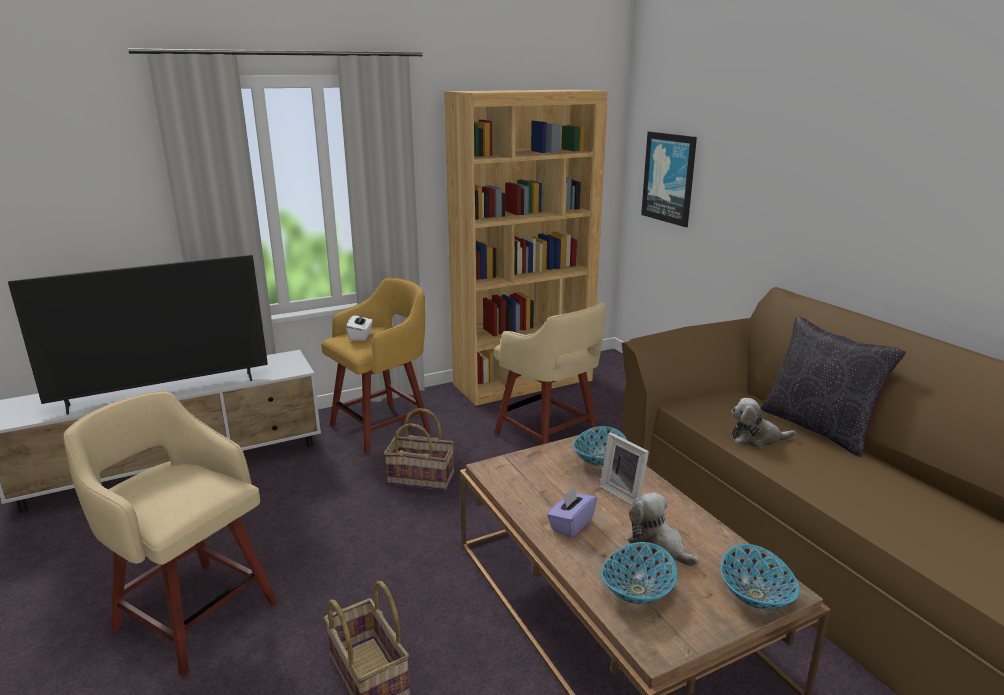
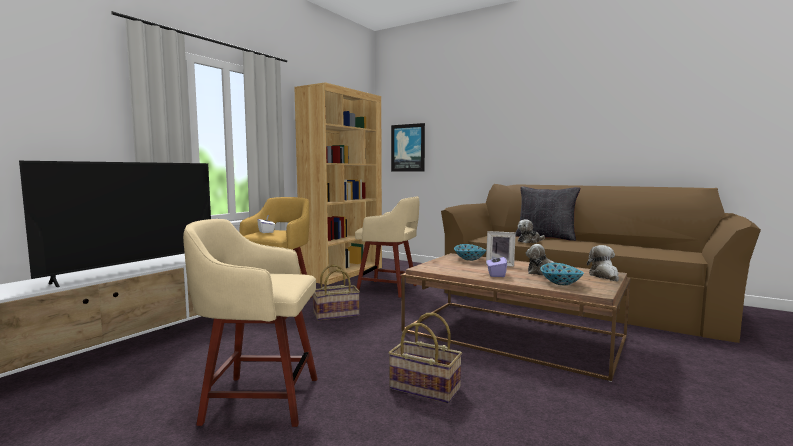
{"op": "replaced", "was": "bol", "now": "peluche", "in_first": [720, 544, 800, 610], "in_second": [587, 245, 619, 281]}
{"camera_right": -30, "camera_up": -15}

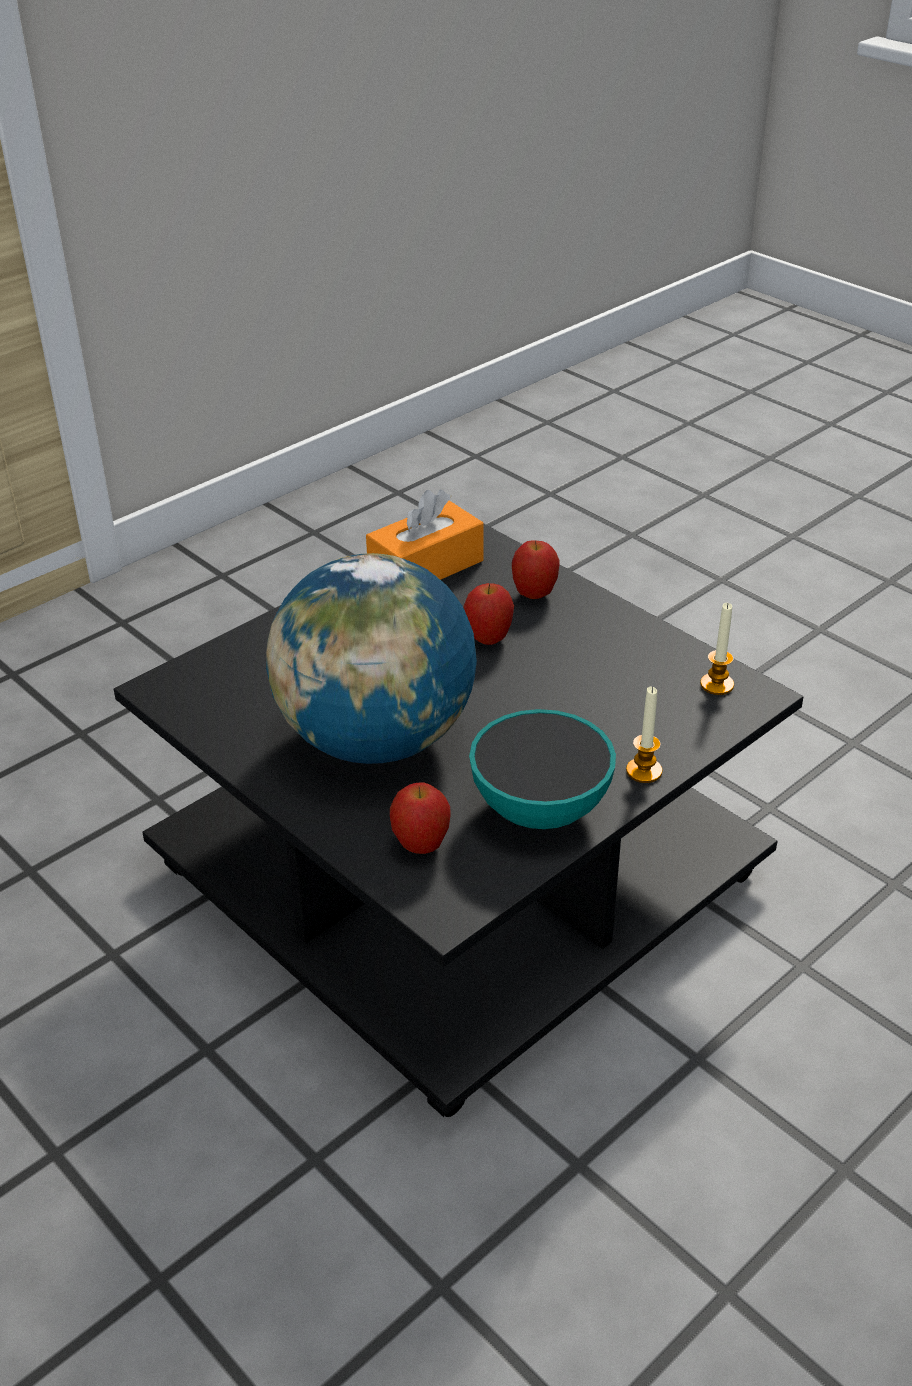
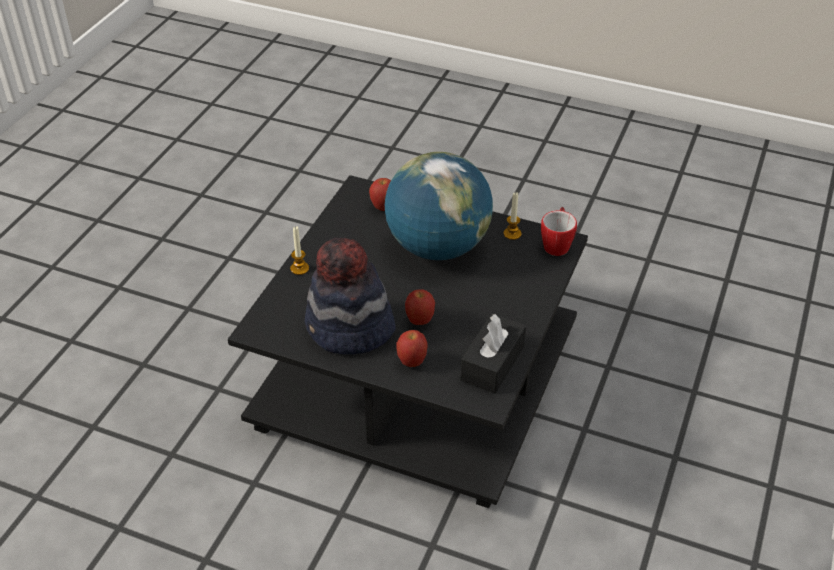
{"op": "recoloured", "was": "boîte à mouchoirs/orange", "now": "boîte à mouchoirs/noir", "in_first": [366, 490, 483, 580], "in_second": [460, 314, 526, 393]}
{"op": "removed", "was": "bol", "in_first": [469, 709, 616, 829]}
{"op": "moved", "was": "bougie", "in_first": [700, 603, 734, 695], "in_second": [503, 192, 522, 240]}
{"op": "added", "now": "chapeau", "in_second": [305, 237, 396, 355]}
{"op": "added", "now": "mug", "in_second": [541, 207, 577, 256]}
{"camera_right": 155, "camera_up": 5}

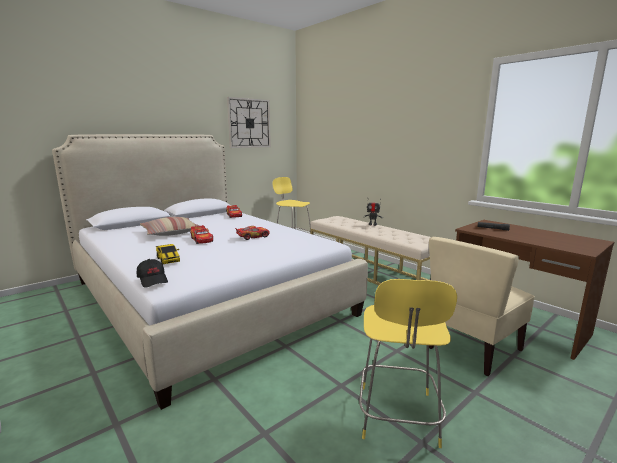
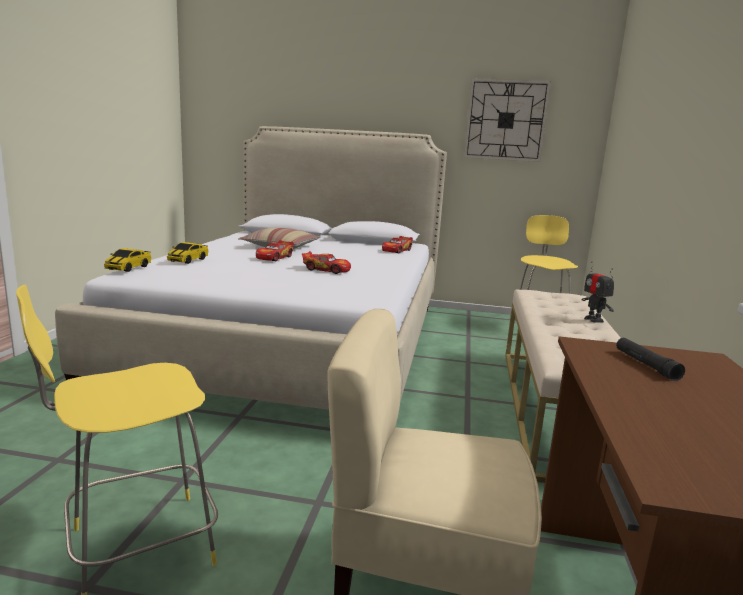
{"op": "replaced", "was": "casquette/noir", "now": "petite voiture", "in_first": [137, 259, 168, 288], "in_second": [104, 248, 151, 272]}
{"camera_right": 50, "camera_up": 0}

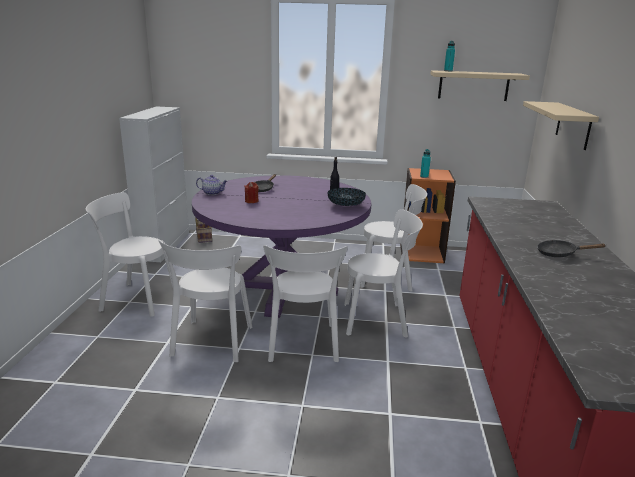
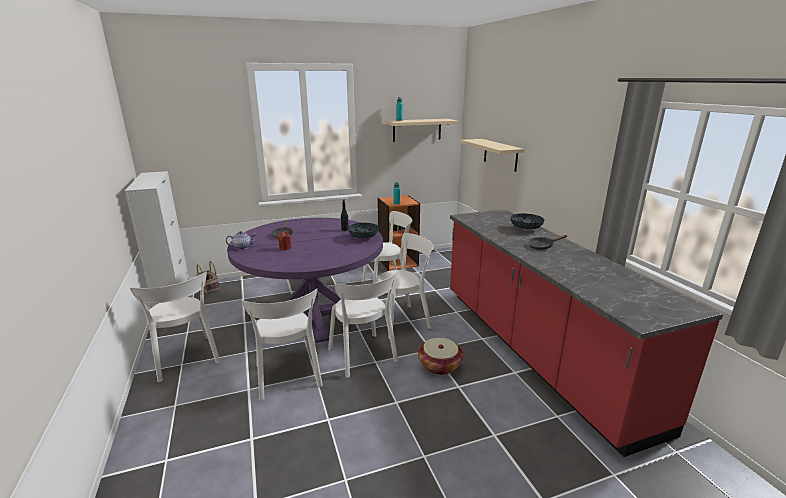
{"op": "turned", "was": "chaise/blanc", "in_first": [86, 192, 173, 317], "in_second": [130, 271, 220, 383], "clockwise": -105}
{"op": "added", "now": "panier", "in_second": [418, 338, 463, 375]}
{"op": "added", "now": "bol", "in_second": [511, 213, 544, 229]}
{"camera_right": -25, "camera_up": 0}

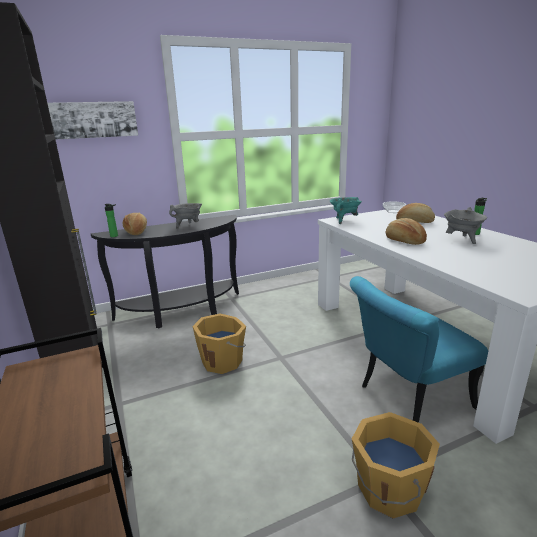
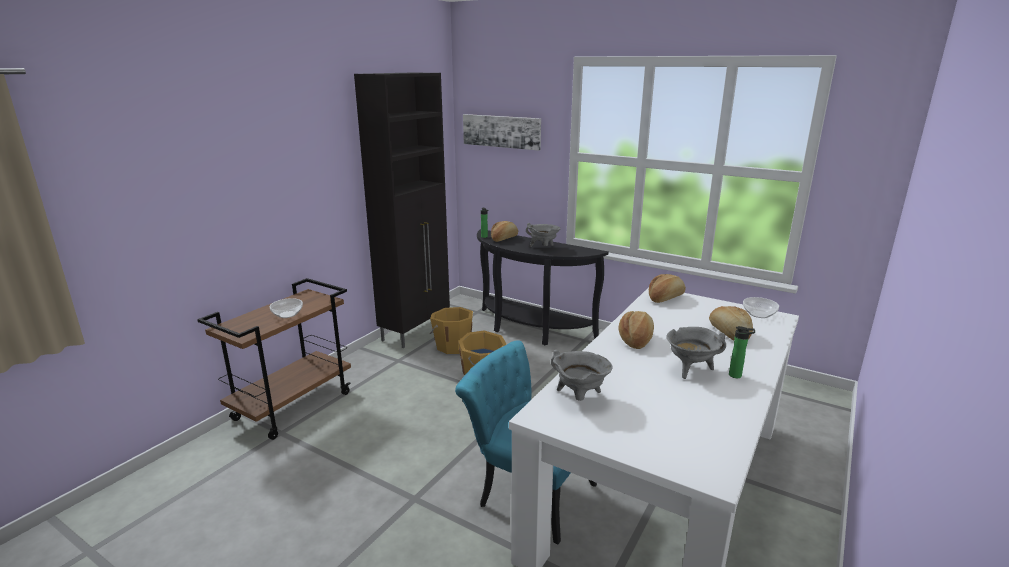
{"op": "replaced", "was": "marmite/turquoise", "now": "pain", "in_first": [330, 197, 362, 224], "in_second": [649, 274, 686, 303]}
{"op": "moved", "was": "seau/orange", "in_first": [352, 412, 440, 518], "in_second": [430, 307, 473, 354]}
{"op": "added", "now": "bol", "in_second": [270, 298, 303, 318]}
{"op": "added", "now": "marmite/gris", "in_second": [551, 350, 613, 401]}
{"camera_right": 55, "camera_up": 0}

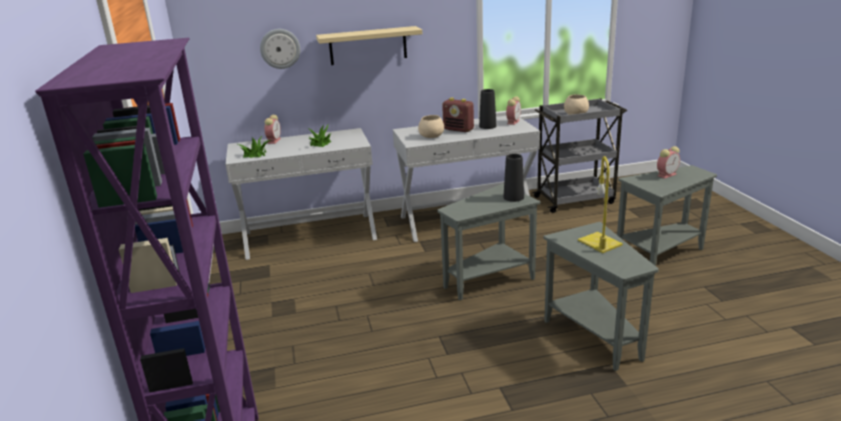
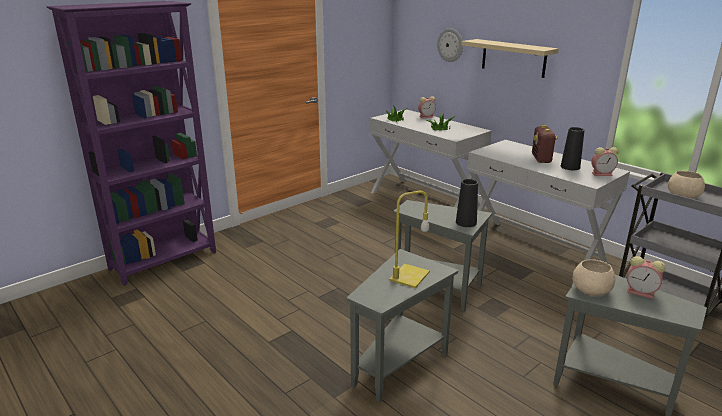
{"op": "moved", "was": "bol/beige", "in_first": [418, 115, 444, 138], "in_second": [572, 259, 615, 296]}
{"camera_right": 60, "camera_up": 0}

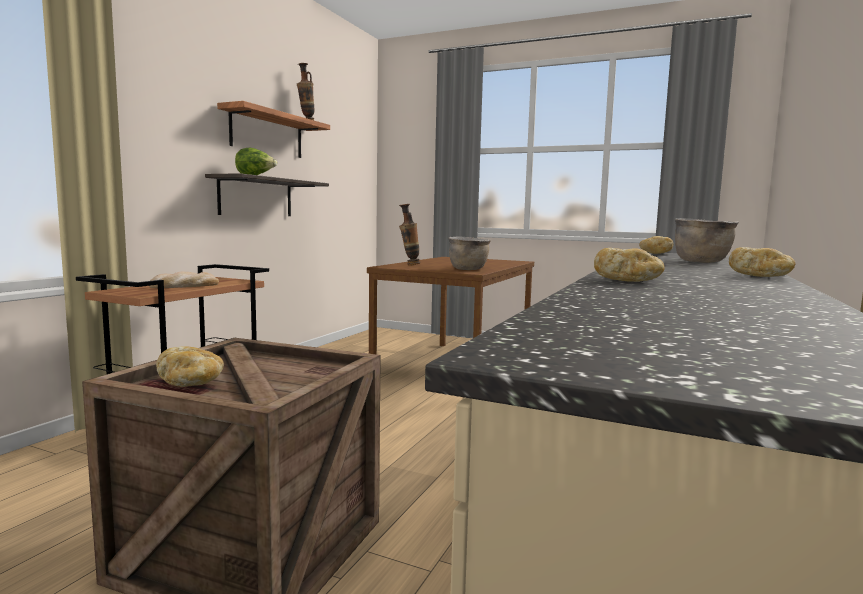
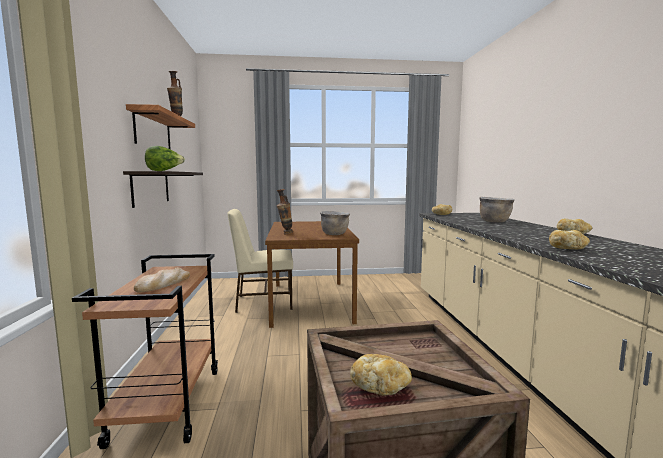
{"op": "added", "now": "chaise/beige", "in_second": [227, 209, 293, 313]}
{"camera_right": -30, "camera_up": 0}

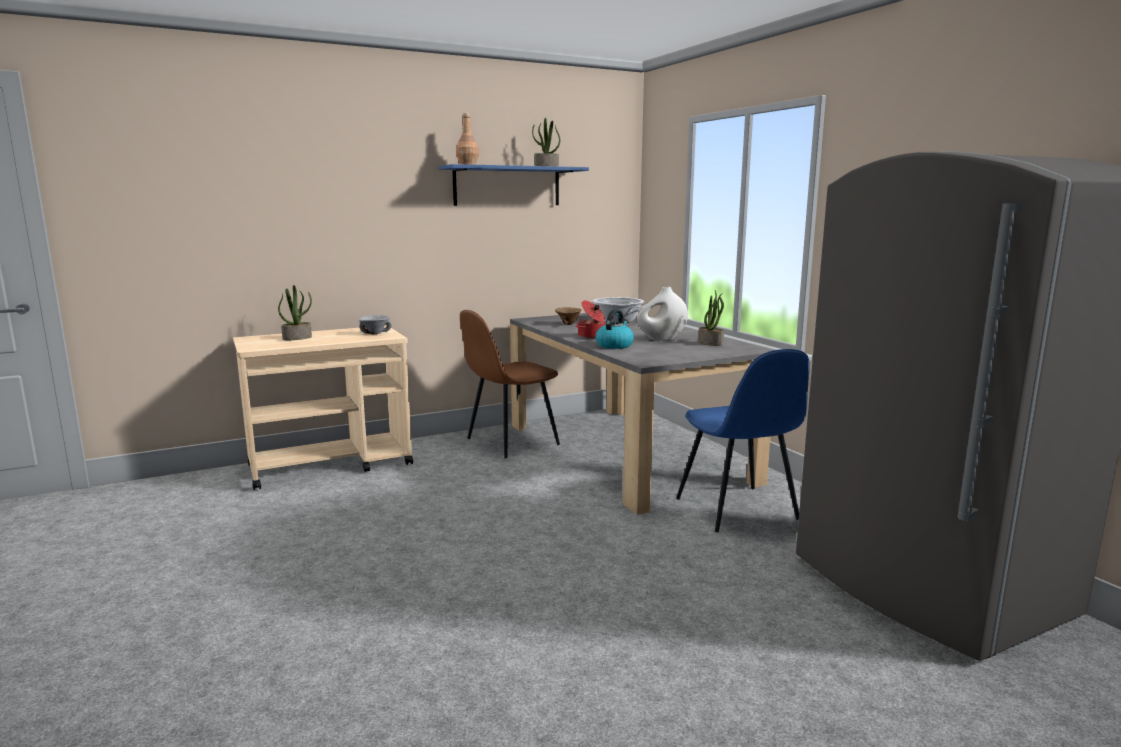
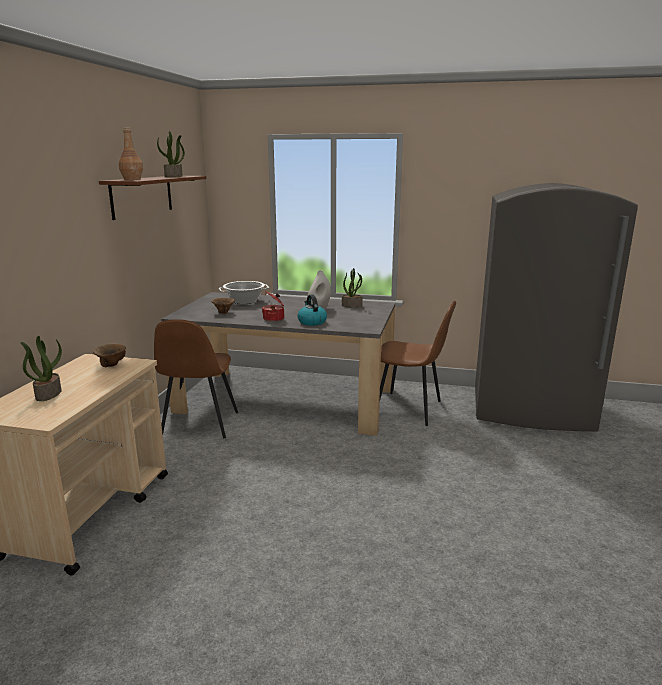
{"op": "recoloured", "was": "bol/gris", "now": "bol/marron", "in_first": [359, 315, 392, 334], "in_second": [93, 344, 126, 367]}
{"op": "recoloured", "was": "étagère/bleu", "now": "étagère/marron", "in_first": [438, 164, 589, 206], "in_second": [99, 176, 206, 220]}
{"op": "recoloured", "was": "chaise/bleu", "now": "chaise/marron", "in_first": [676, 349, 810, 532], "in_second": [379, 301, 456, 426]}
{"camera_right": -50, "camera_up": 5}

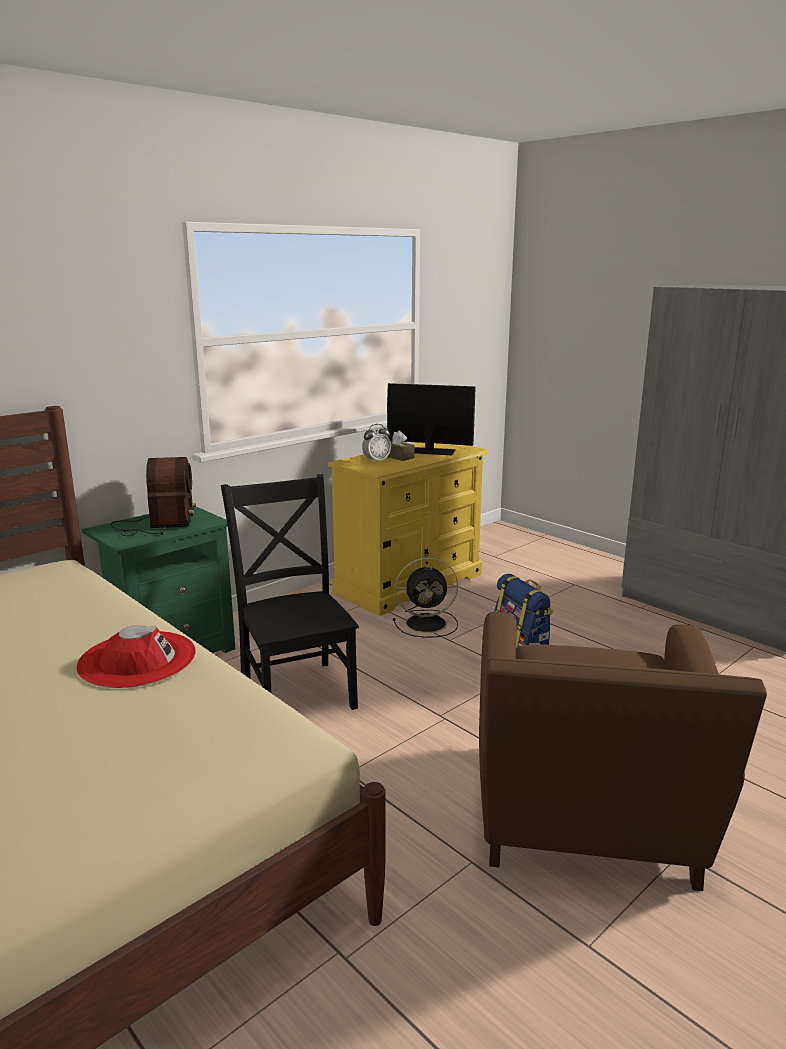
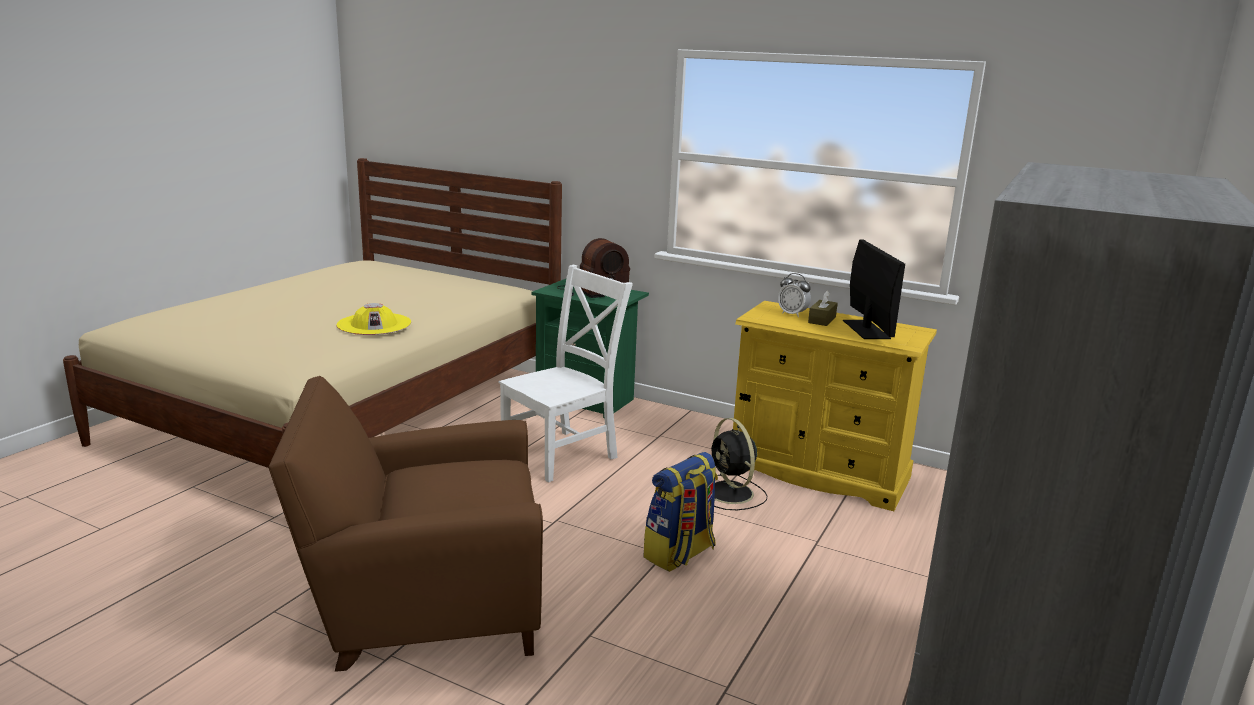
{"op": "recoloured", "was": "chapeau/rouge", "now": "chapeau/jaune", "in_first": [77, 625, 196, 688], "in_second": [336, 303, 411, 335]}
{"op": "recoloured", "was": "chaise/noir", "now": "chaise/blanc", "in_first": [221, 474, 359, 710], "in_second": [499, 265, 633, 482]}
{"camera_right": 70, "camera_up": 0}

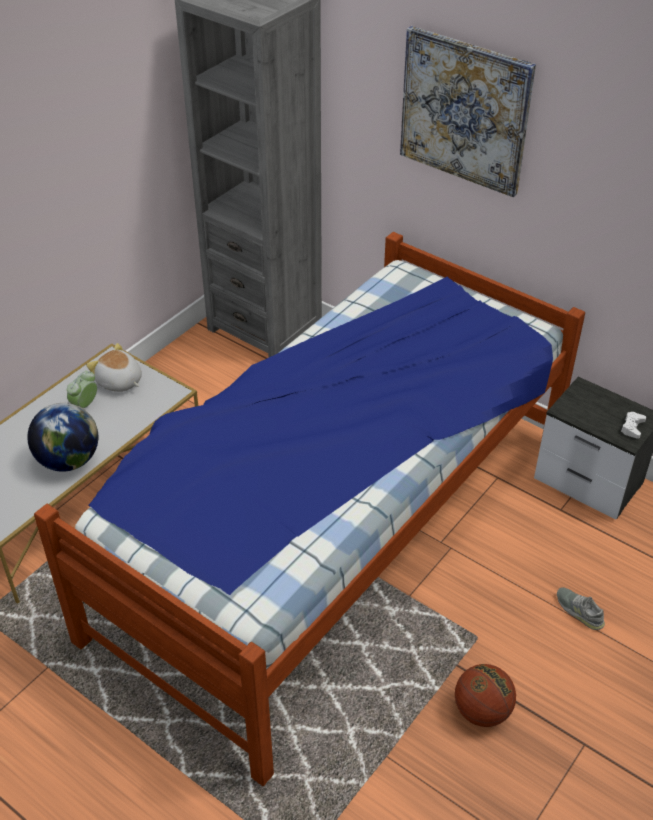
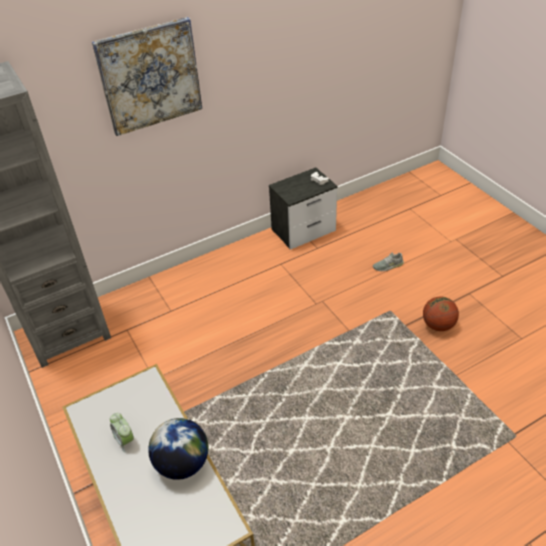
{"op": "removed", "was": "lit", "in_first": [34, 232, 585, 786]}
{"op": "removed", "was": "peluche", "in_first": [86, 343, 142, 392]}
{"camera_right": -65, "camera_up": 0}

